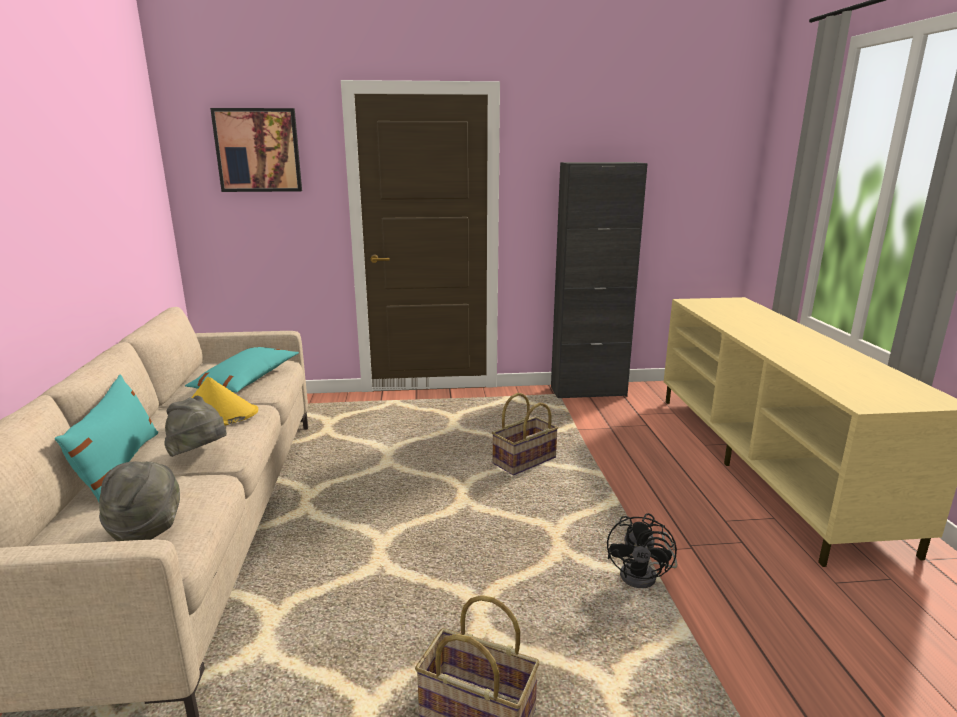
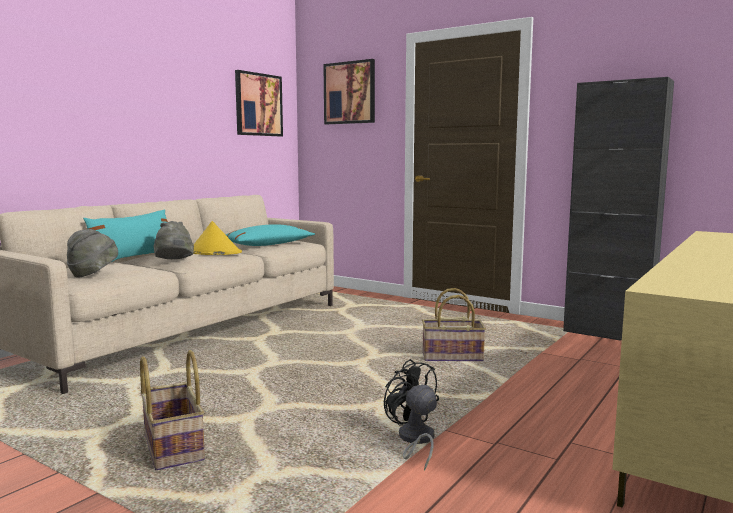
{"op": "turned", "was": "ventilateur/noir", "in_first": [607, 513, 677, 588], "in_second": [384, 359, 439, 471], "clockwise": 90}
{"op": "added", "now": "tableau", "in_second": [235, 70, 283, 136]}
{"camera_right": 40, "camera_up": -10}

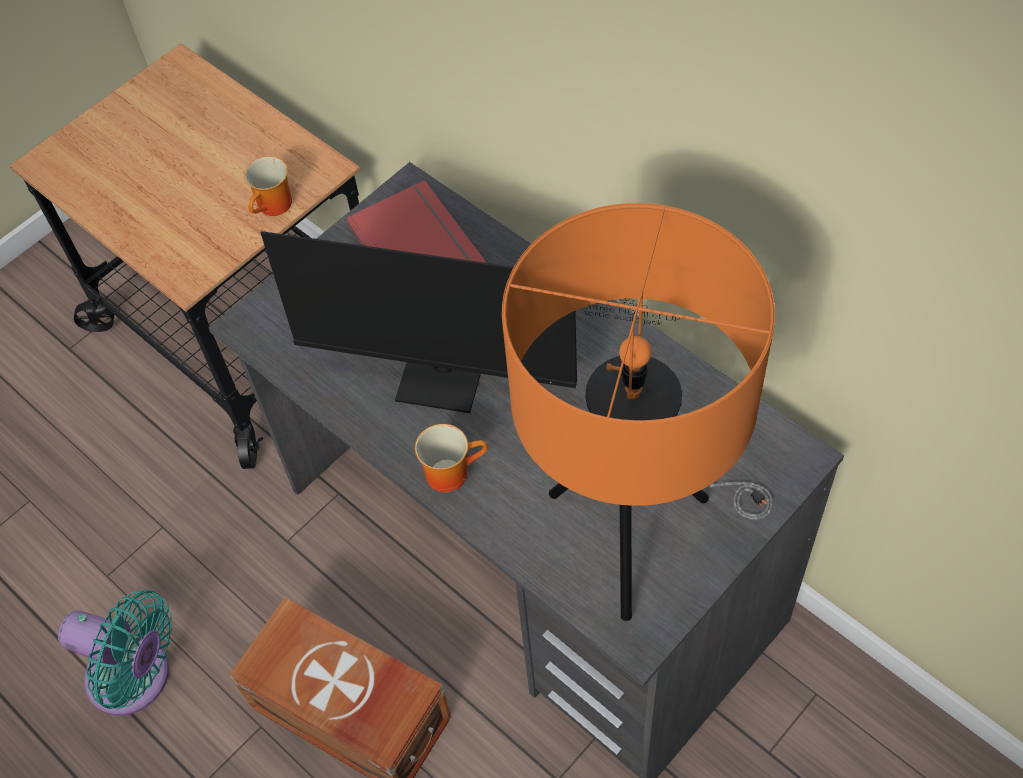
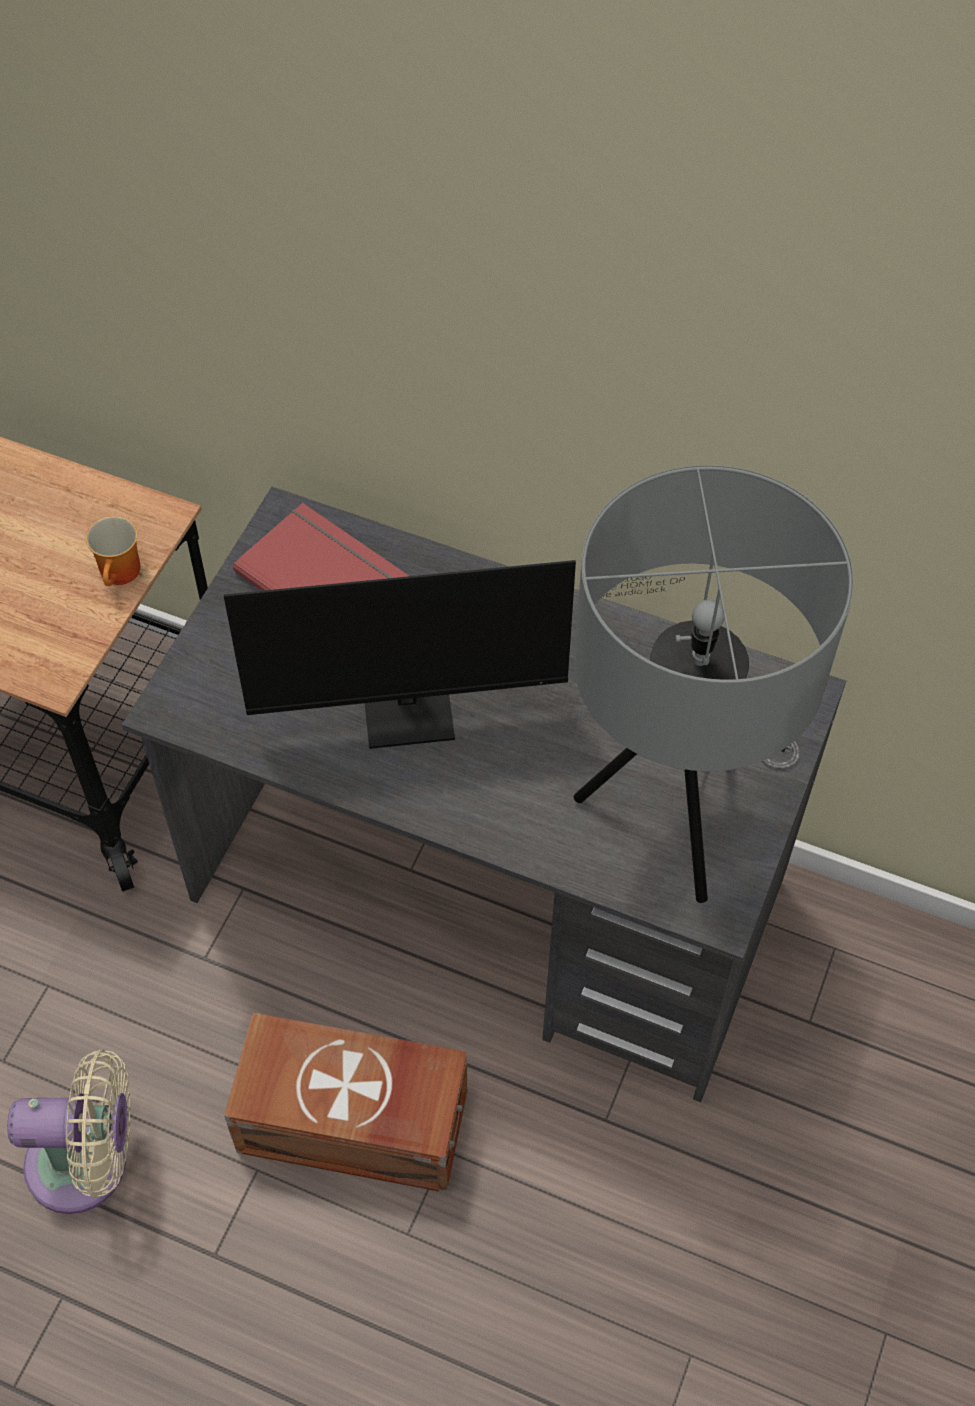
{"op": "recoloured", "was": "ventilateur/turquoise", "now": "ventilateur/beige", "in_first": [58, 590, 172, 716], "in_second": [7, 1050, 130, 1214]}
{"op": "removed", "was": "mug", "in_first": [415, 424, 488, 492]}
{"op": "recoloured", "was": "lampe de table/orange", "now": "lampe de table/gris", "in_first": [502, 203, 775, 621], "in_second": [574, 465, 854, 903]}
{"camera_right": -25, "camera_up": 0}

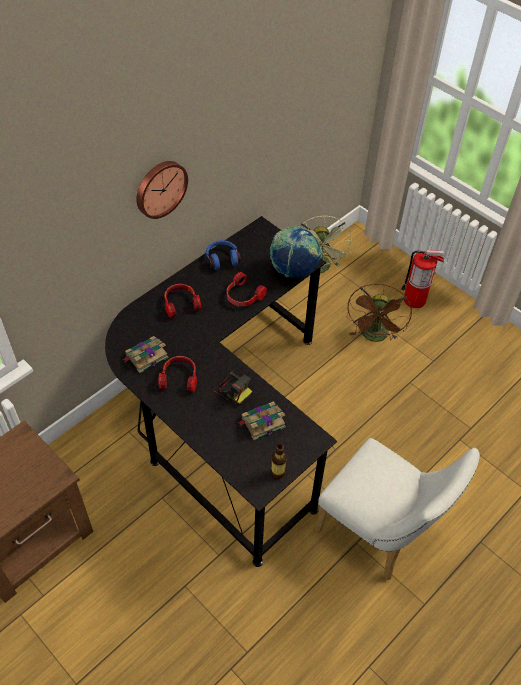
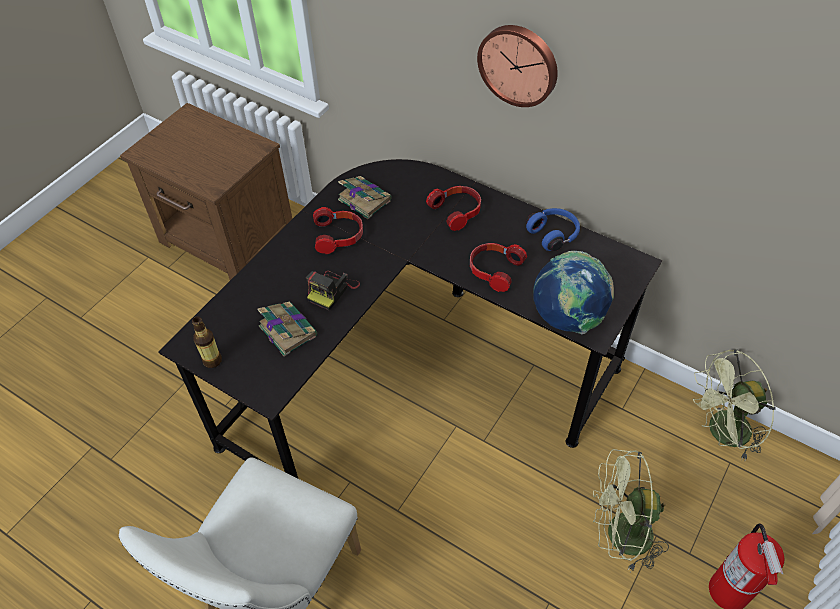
{"op": "recoloured", "was": "ventilateur/marron", "now": "ventilateur/vert", "in_first": [346, 284, 412, 342], "in_second": [593, 449, 669, 571]}
{"camera_right": 80, "camera_up": 0}

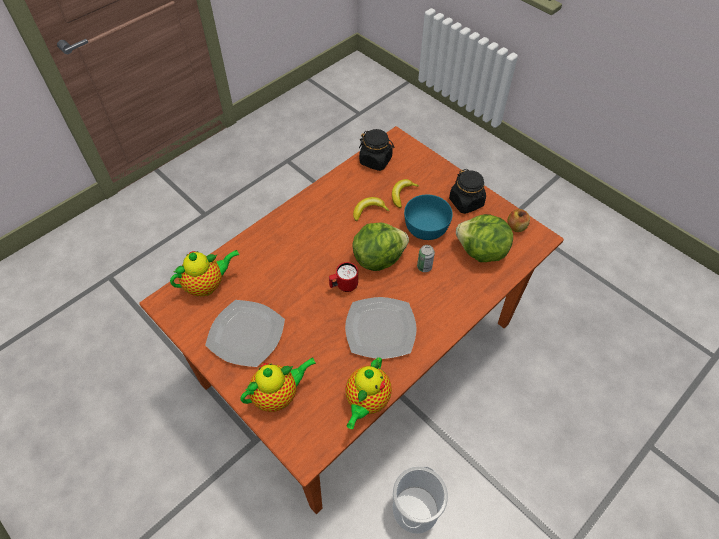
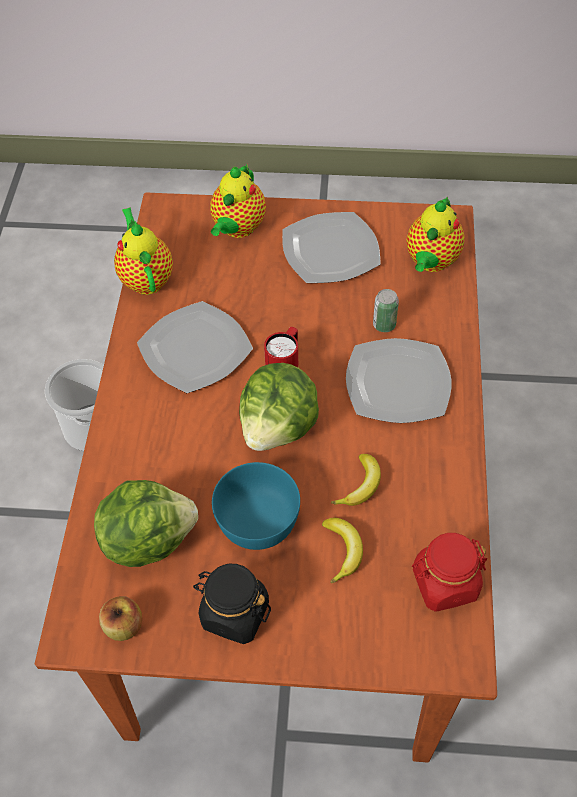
{"op": "recoloured", "was": "bocal/noir", "now": "bocal/rouge", "in_first": [359, 129, 394, 171], "in_second": [412, 533, 487, 612]}
{"op": "moved", "was": "boîte métallique", "in_first": [417, 245, 435, 272], "in_second": [373, 289, 399, 332]}
{"op": "added", "now": "assiette", "in_second": [346, 338, 452, 423]}
{"camera_right": 140, "camera_up": 0}

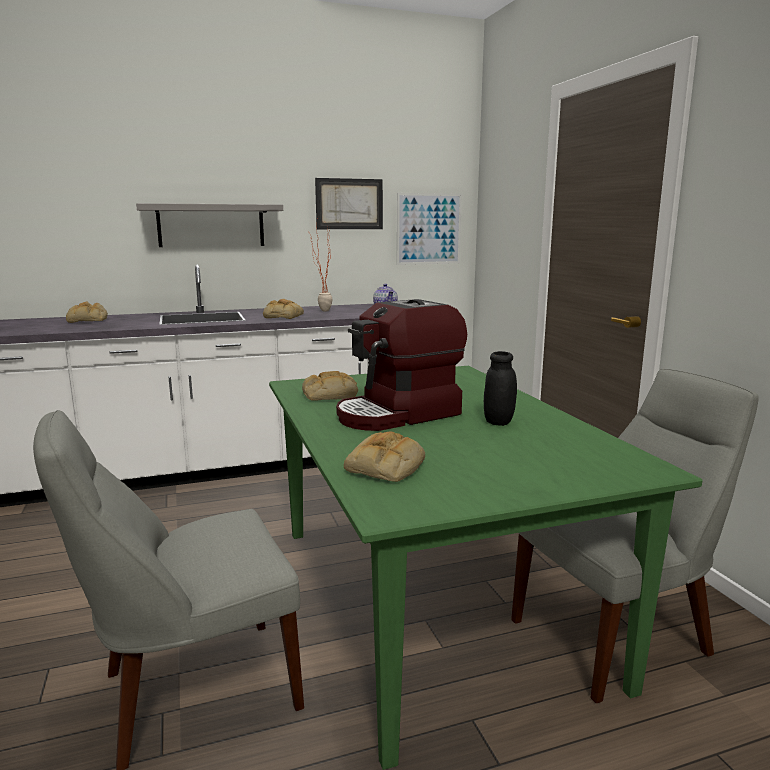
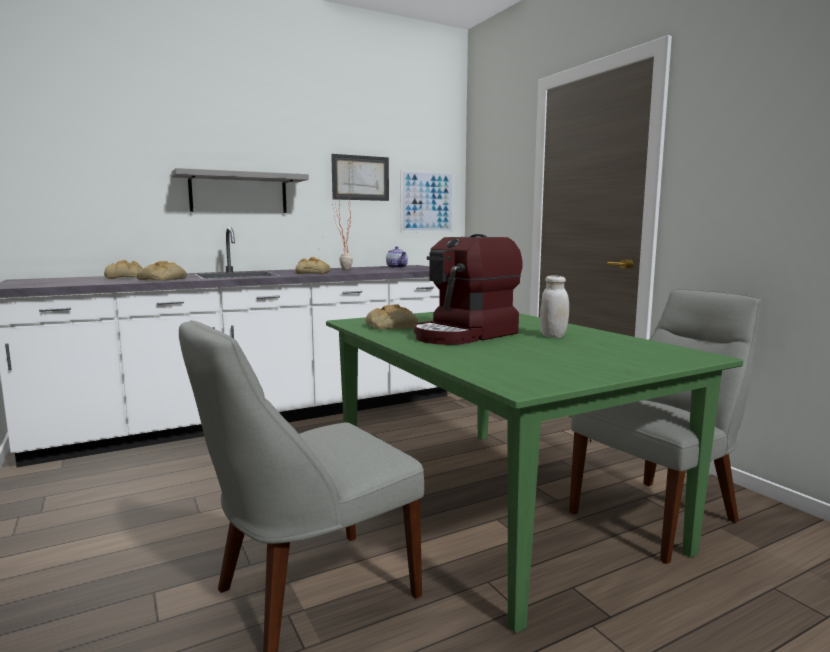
{"op": "moved", "was": "pain", "in_first": [344, 432, 425, 482], "in_second": [137, 261, 187, 280]}
{"op": "recoloured", "was": "bocal/noir", "now": "bocal/blanc", "in_first": [484, 351, 517, 426], "in_second": [540, 275, 569, 338]}
{"camera_right": -10, "camera_up": -5}

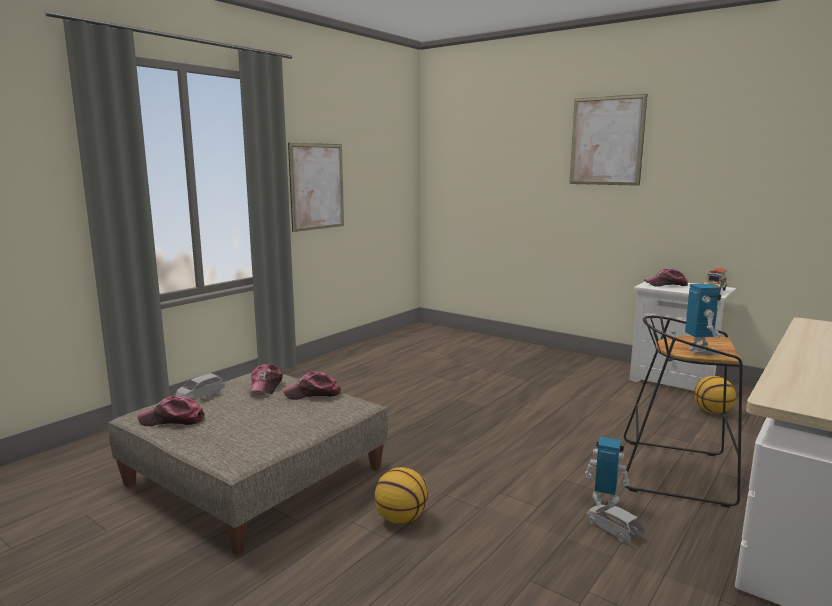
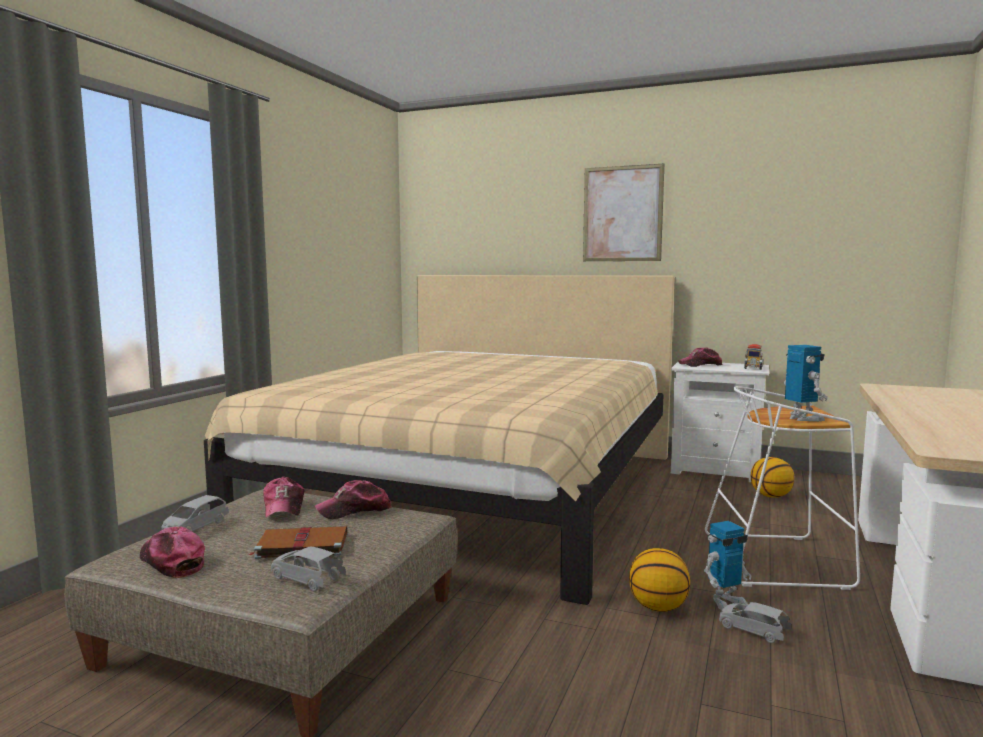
{"op": "turned", "was": "casquette", "in_first": [138, 395, 205, 426], "in_second": [140, 527, 205, 578], "clockwise": 60}
{"op": "removed", "was": "tableau", "in_first": [288, 143, 344, 232]}
{"op": "moved", "was": "ballon de basket", "in_first": [375, 467, 428, 524], "in_second": [629, 548, 690, 612]}
{"op": "turned", "was": "robot jouet", "in_first": [585, 437, 629, 508], "in_second": [704, 521, 752, 610], "clockwise": 150}
{"op": "recoloured", "was": "tabouret/noir", "now": "tabouret/blanc", "in_first": [623, 316, 743, 508], "in_second": [705, 386, 860, 590]}
{"op": "added", "now": "lit/beige", "in_second": [204, 275, 675, 605]}
{"op": "added", "now": "livre/marron", "in_second": [249, 526, 347, 559]}
{"op": "added", "now": "petite voiture/gris", "in_second": [271, 547, 346, 592]}
{"camera_right": -15, "camera_up": -5}

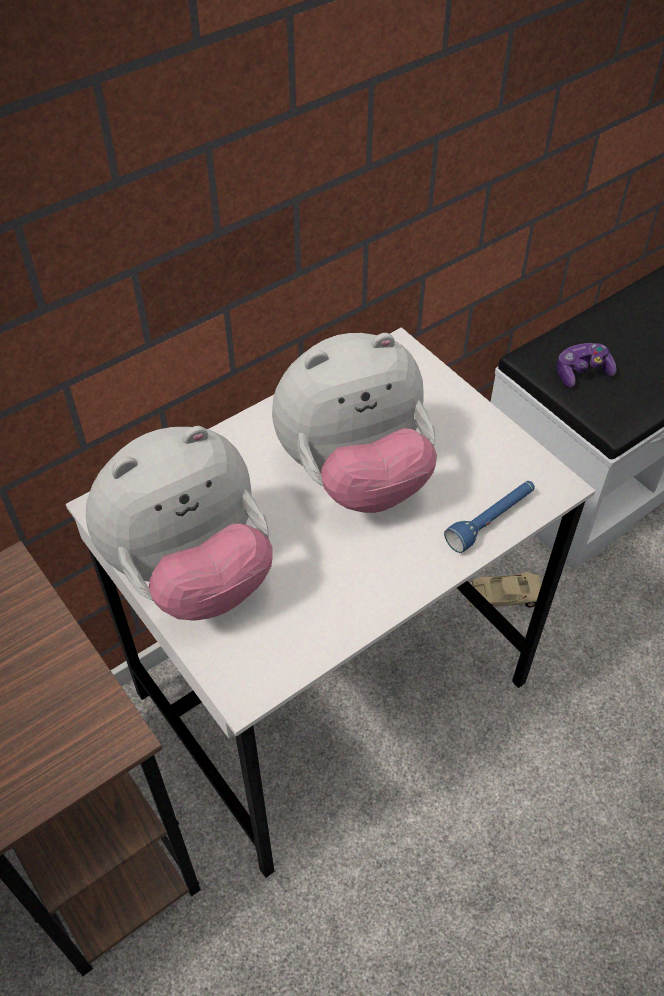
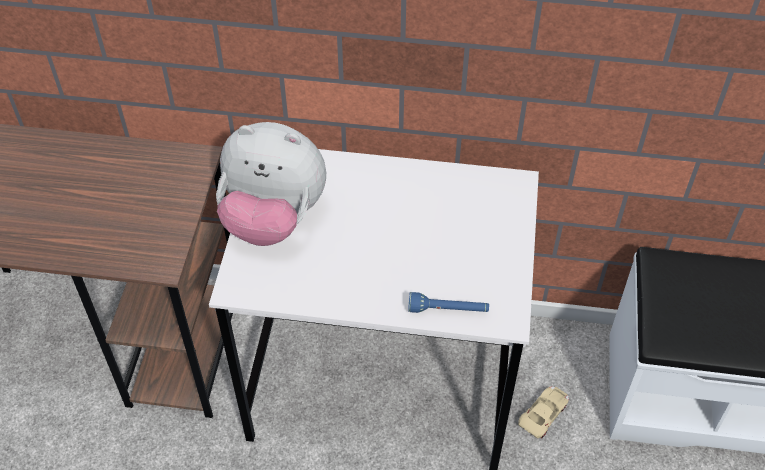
{"op": "removed", "was": "peluche", "in_first": [272, 333, 437, 513]}
{"op": "turned", "was": "petite voiture/beige", "in_first": [468, 572, 541, 607], "in_second": [518, 386, 569, 438], "clockwise": 90}
{"op": "removed", "was": "manette", "in_first": [557, 343, 617, 387]}
{"camera_right": 45, "camera_up": 0}

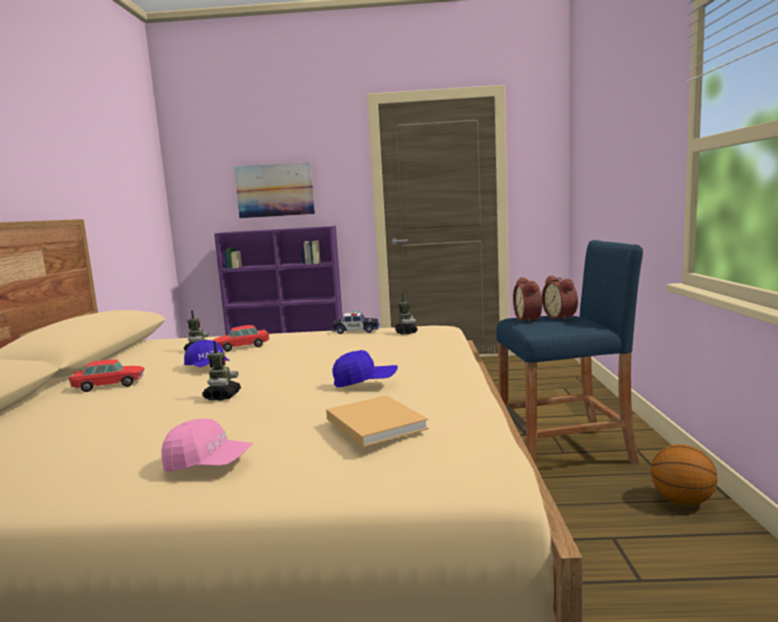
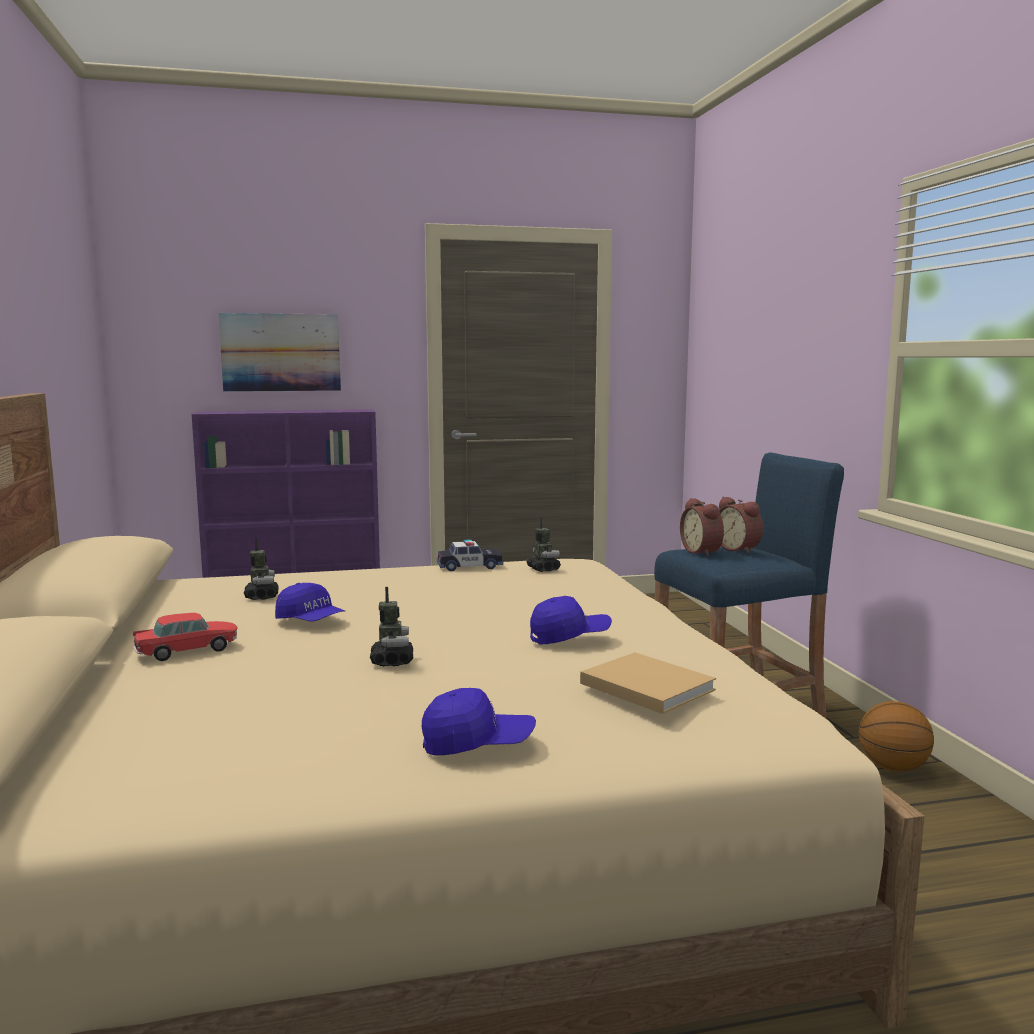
{"op": "recoloured", "was": "casquette/rose", "now": "casquette/bleu", "in_first": [161, 419, 253, 471], "in_second": [422, 688, 536, 755]}
{"op": "removed", "was": "petite voiture", "in_first": [213, 325, 270, 352]}
{"camera_right": -15, "camera_up": 0}

